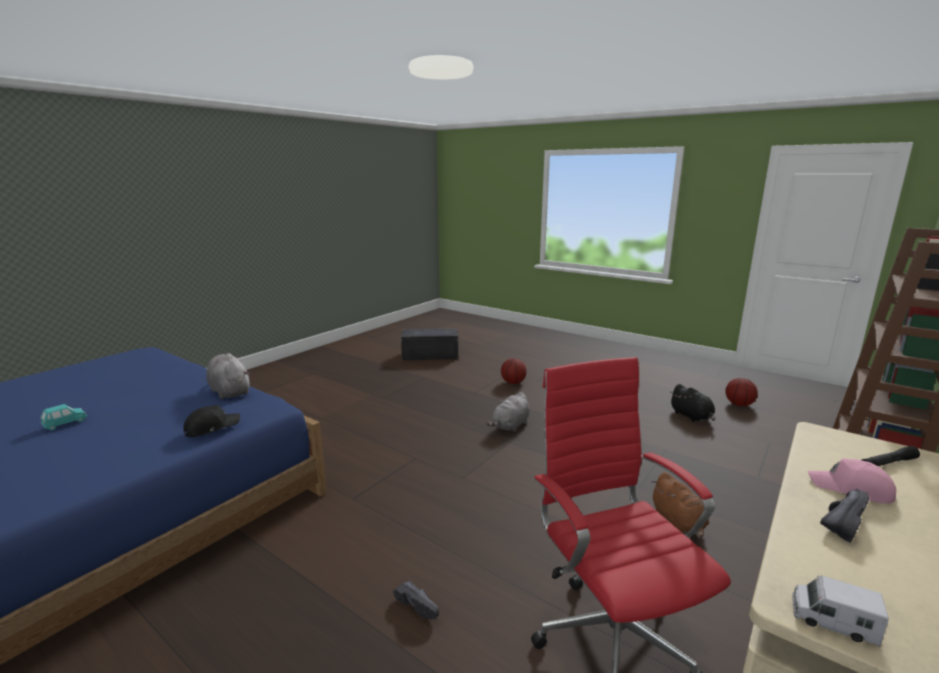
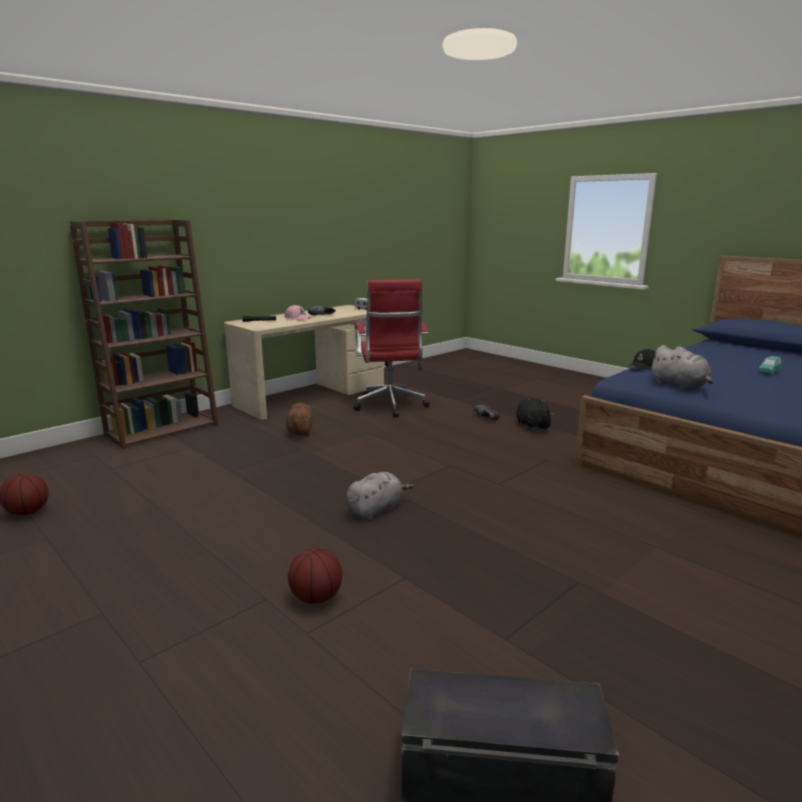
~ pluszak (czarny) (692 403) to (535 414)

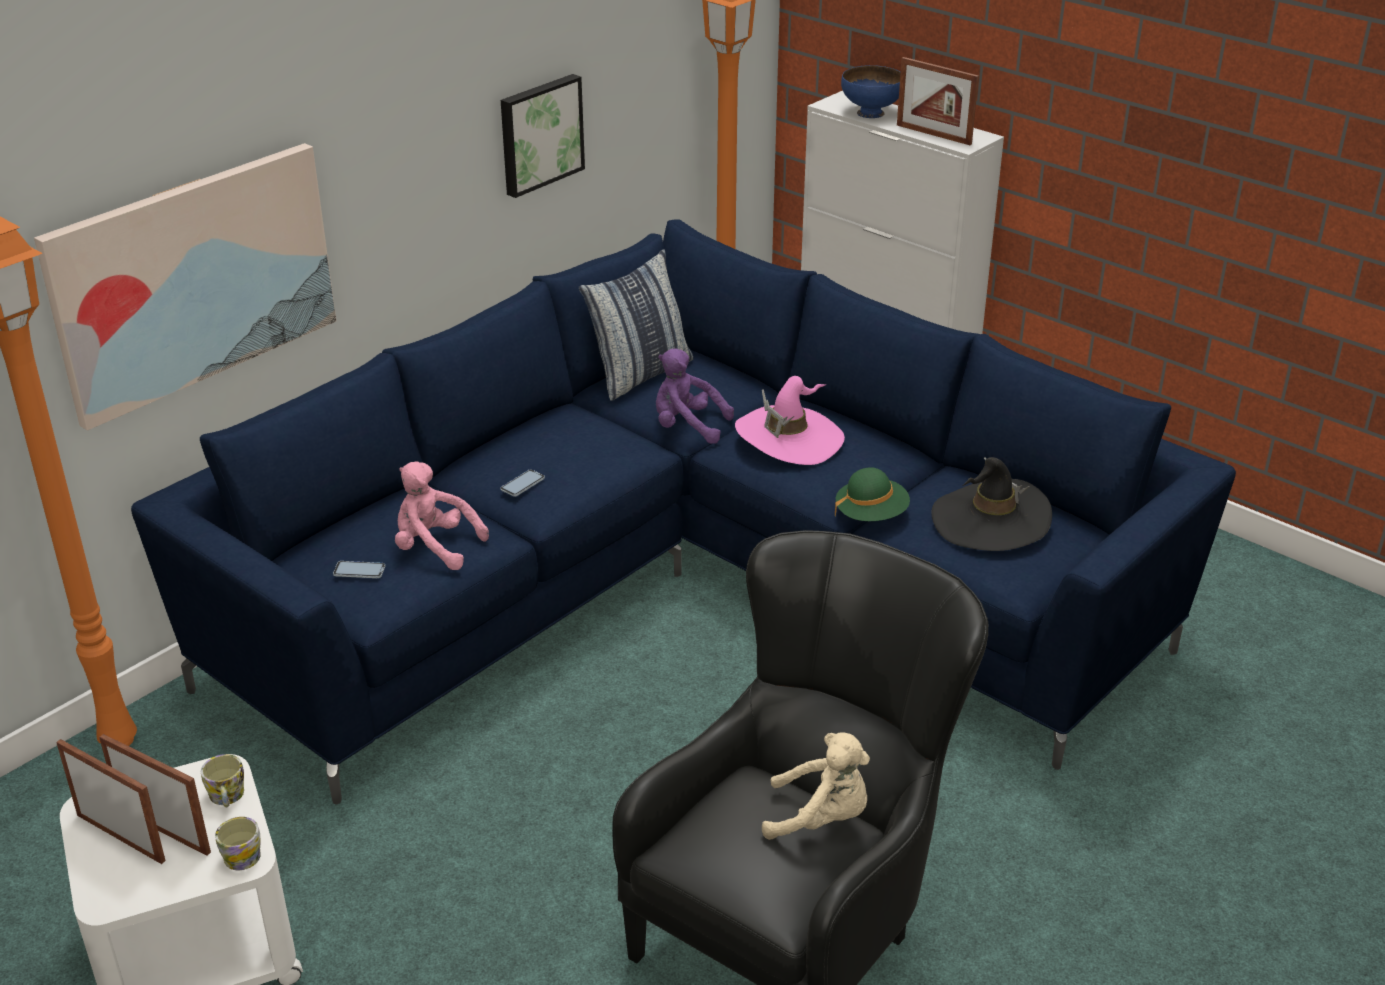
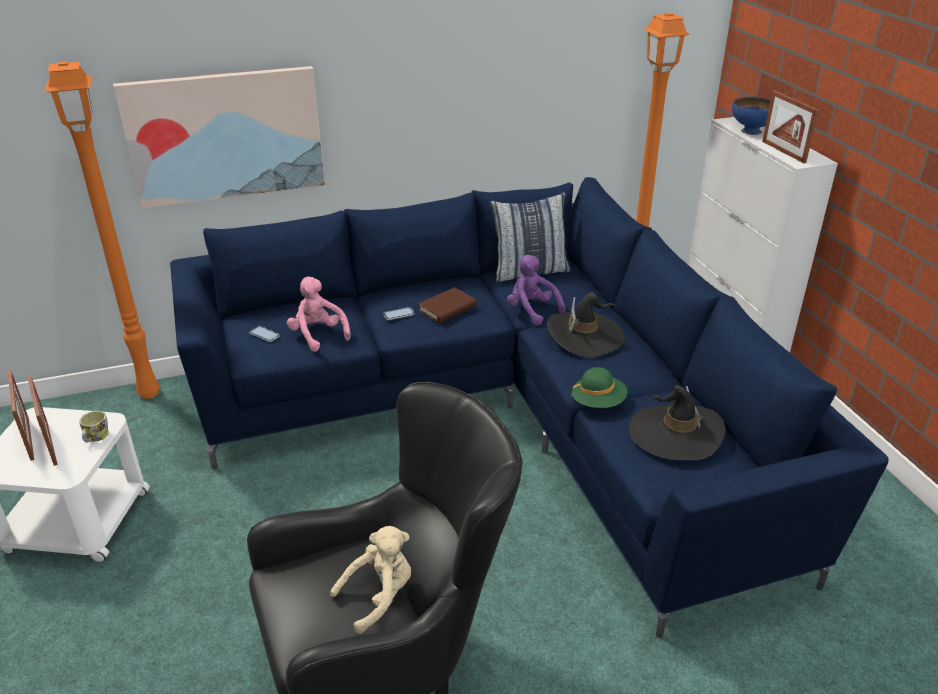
- kubek (238 843)
- obraz (543 136)
+ książka (brązowy) (447 305)
~ kapelusz (różowy) (790 420) to kapelusz (czarny) (586 325)
~ pluszak (beżowy) (816 786) = (370 580) 75 degrees counterclockwise

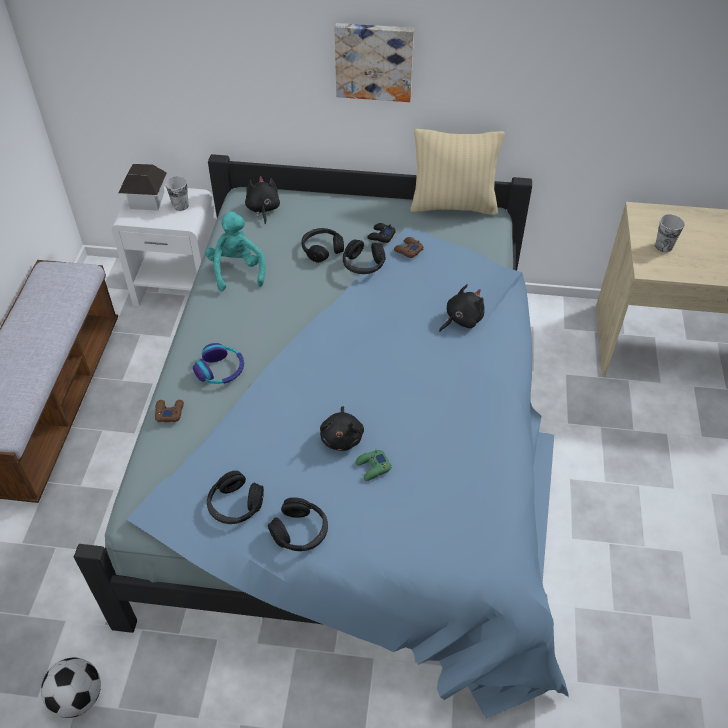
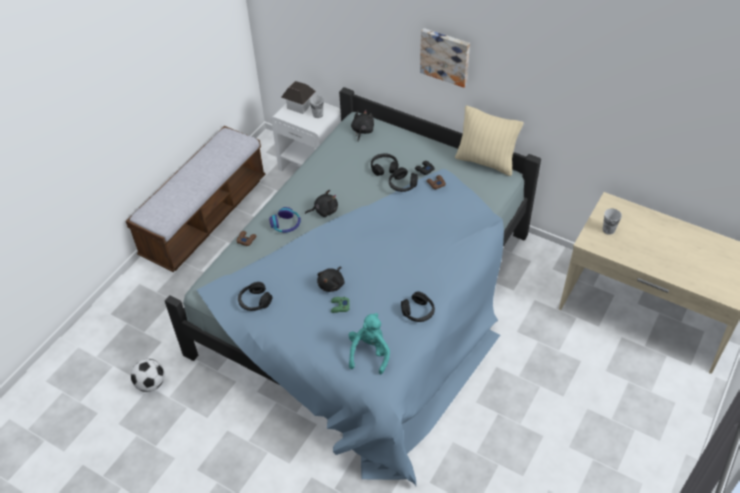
~ pluszak (turkusowy) (235 251) to (369 343)
~ słuchawki (czarny) (298 524) to (418 306)
~ pluszak (czarny) (462 308) to (321 203)

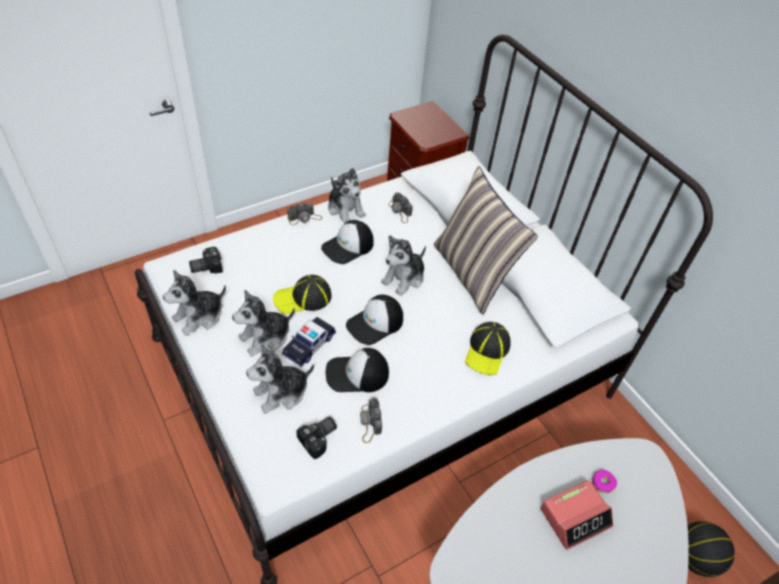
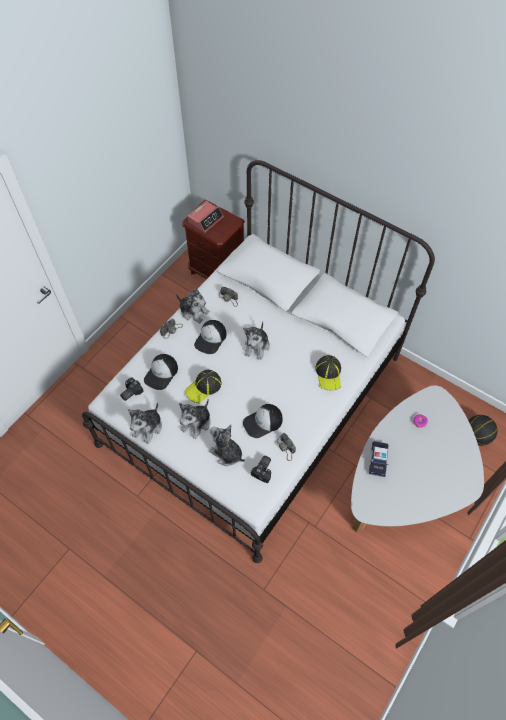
- poduszka (486 240)
~ samochodzik (309 342) to (378 459)
~ czapka z daszkiem (374 319) to (161 372)
~ budzik (576 515) to (206 217)
~ pluszak (280 379) = (227 445) 90 degrees clockwise

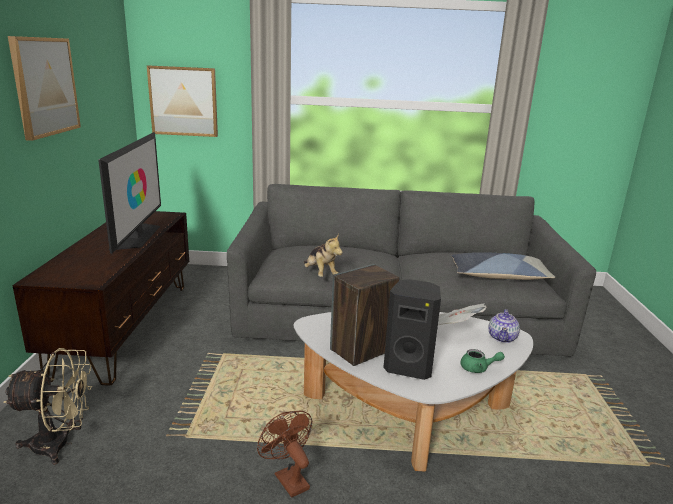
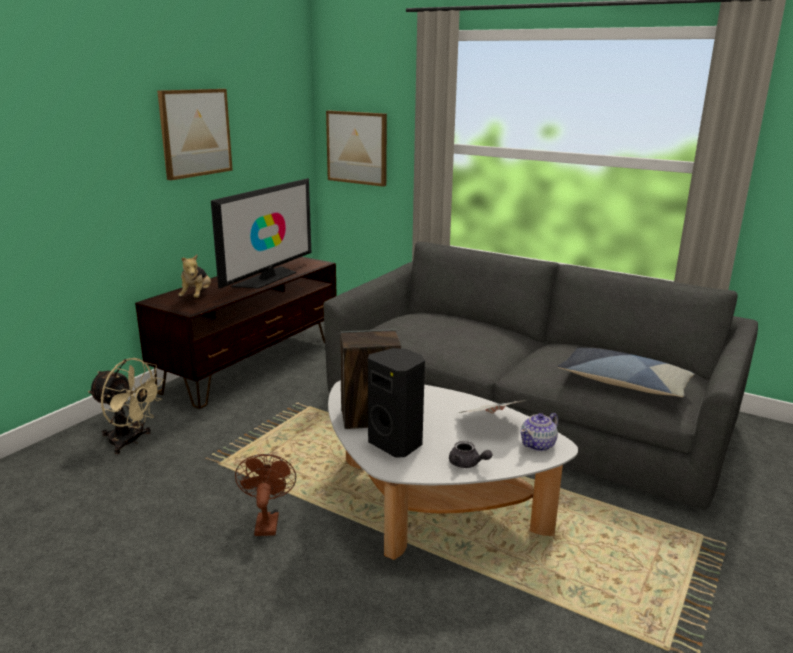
~ pluszak (323 255) to (194 276)
~ imbryk (zielony) (482 361) to imbryk (szary) (470 454)

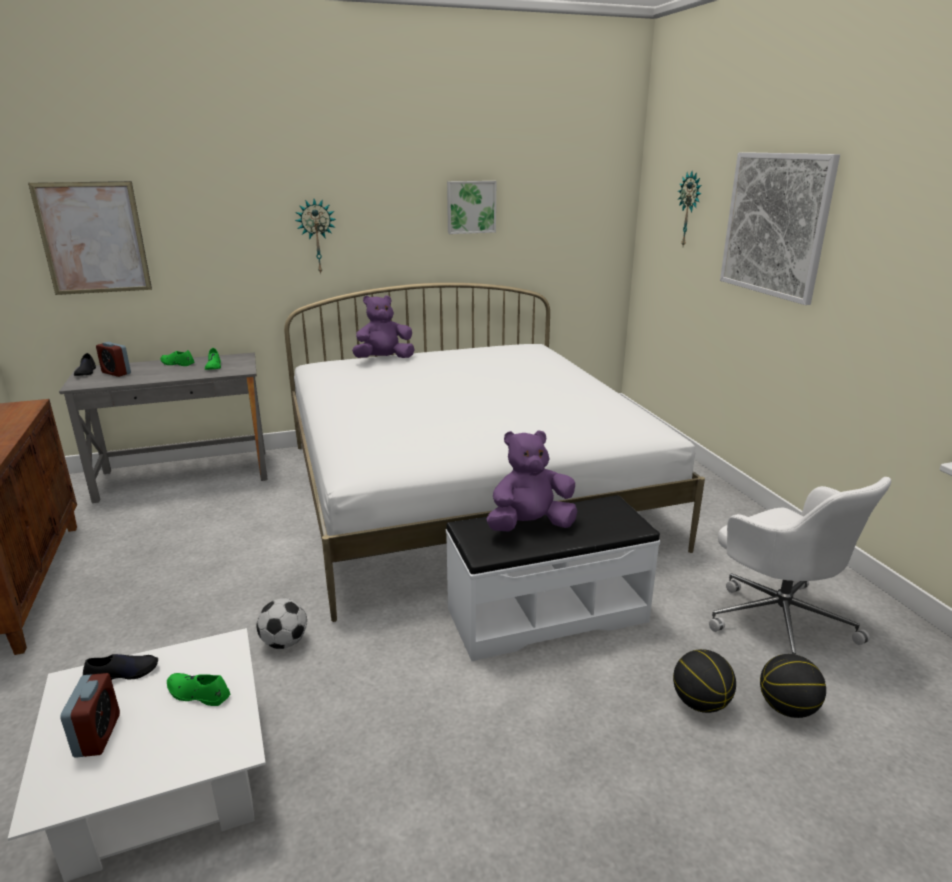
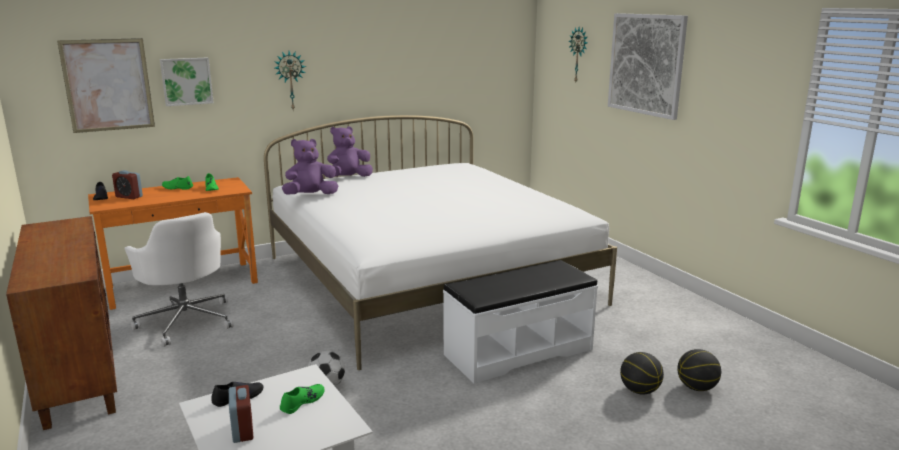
~ obraz (471 207) to (187 81)
~ pluszak (fioletowy) (532 481) to (310 167)
~ krzesło biurowe (biały) (800 566) to (178 279)
~ biurko (szary) (163 427) to biurko (pomarańczowy) (173 243)
~ but (zielony) (198 689) = (302 399) 120 degrees clockwise

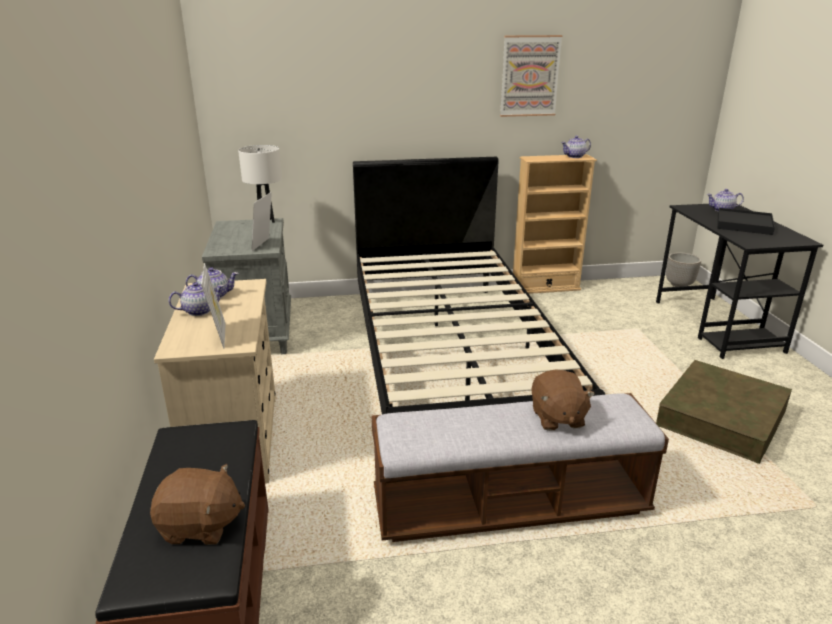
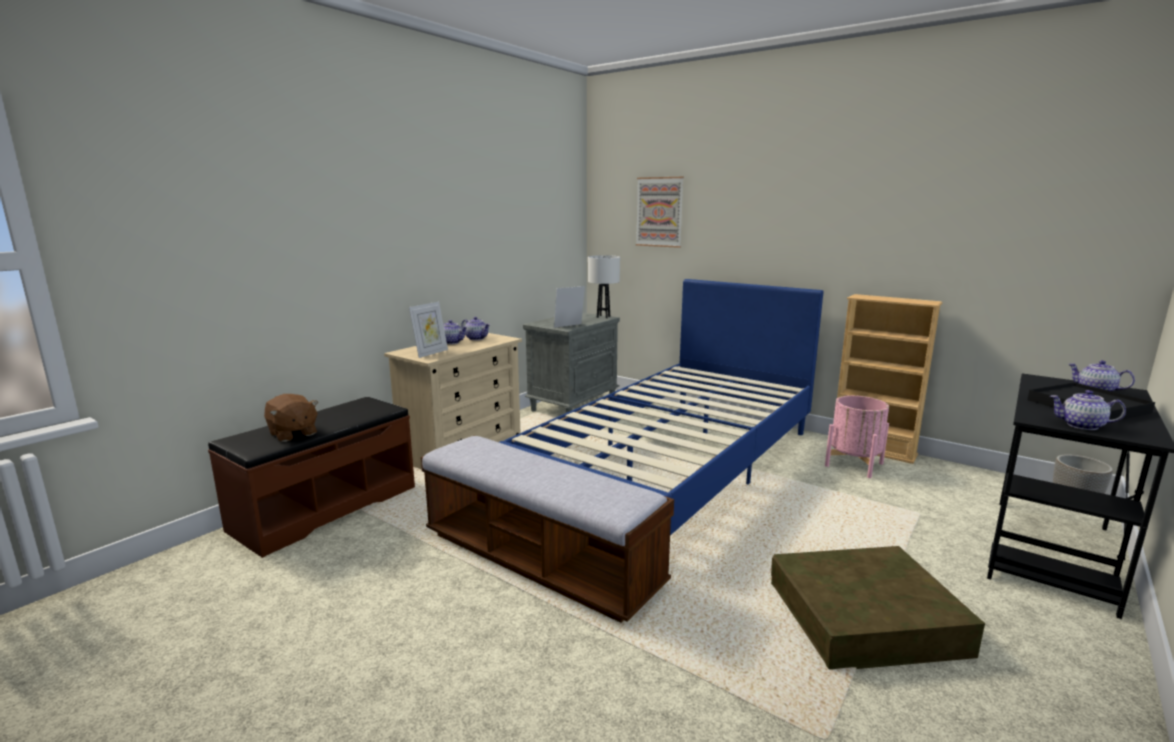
- pluszak (brązowy) (563 400)
+ donica (różowy) (857 436)
~ obraz (531 76) to (660 212)
~ imbryk (576 147) to (1088 410)
~ łóżko (czarny) (479 286) to łóżko (niebieski) (661 407)

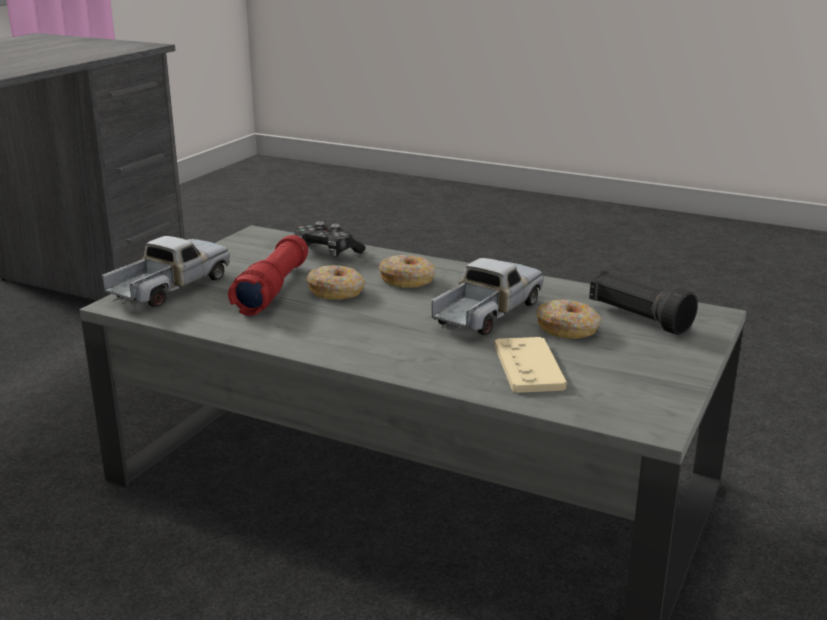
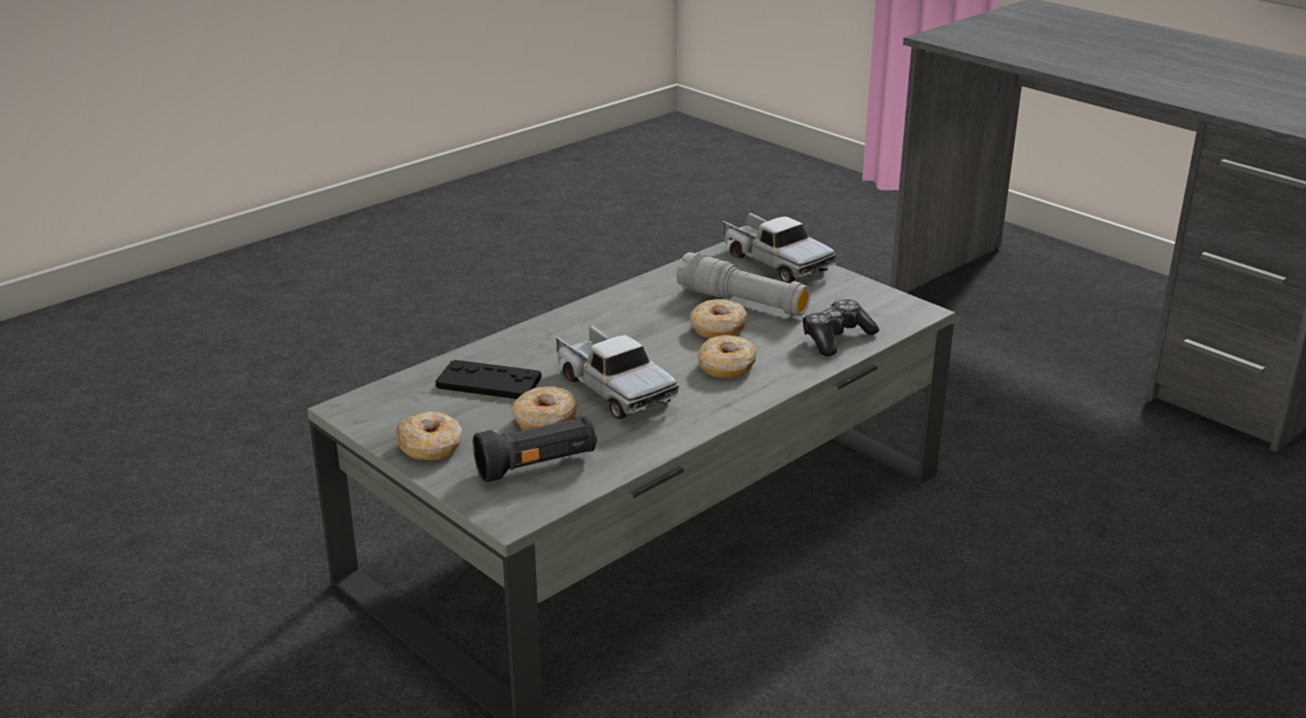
+ donut (429 435)
~ latarka (czerwony) (268 275) to latarka (szary) (743 284)
~ pad do gier (beżowy) (531 365) to pad do gier (czarny) (488 379)

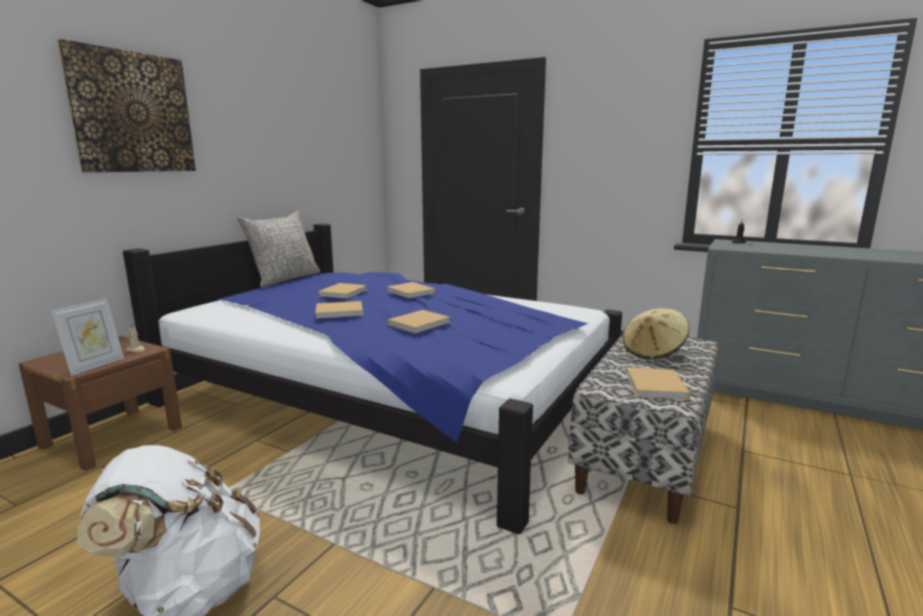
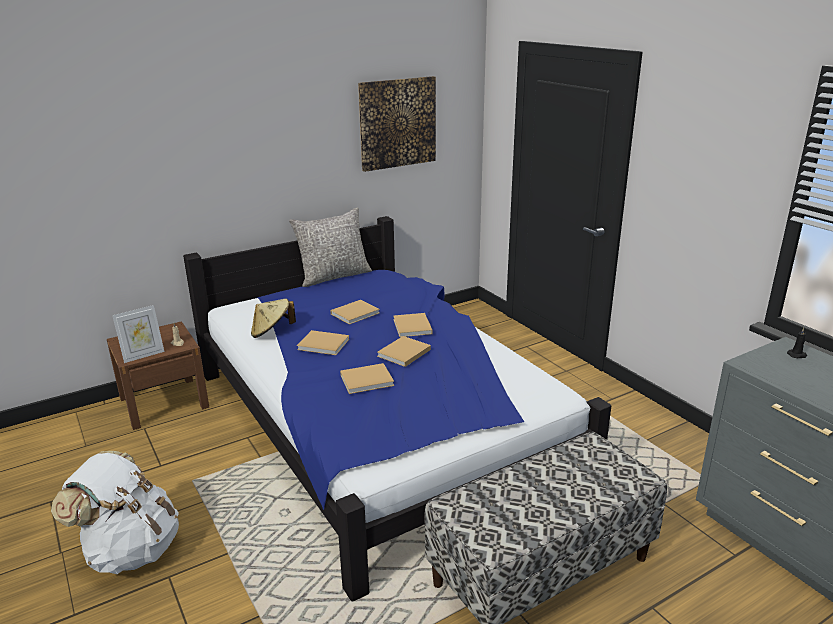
~ obraz (127 105) to (397 124)
~ kapelusz (beżowy) (656 334) to (273 318)
~ książka (beżowy) (658 383) to (404 351)

